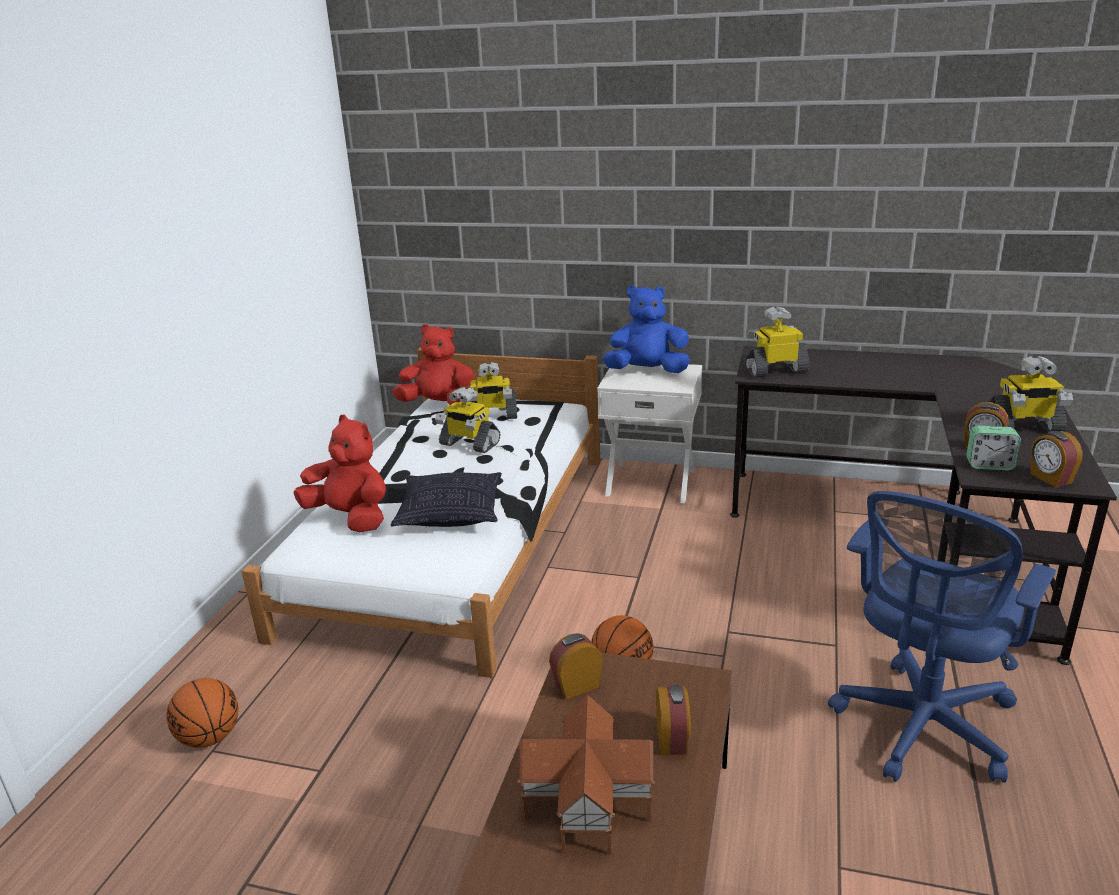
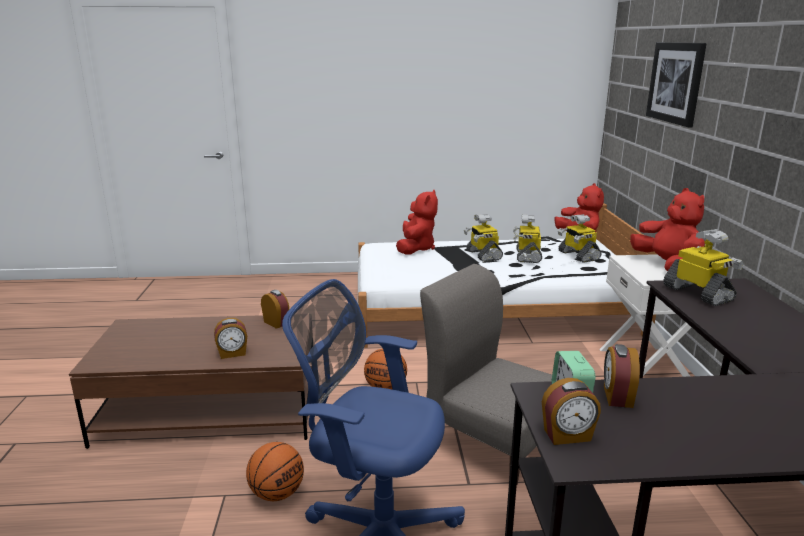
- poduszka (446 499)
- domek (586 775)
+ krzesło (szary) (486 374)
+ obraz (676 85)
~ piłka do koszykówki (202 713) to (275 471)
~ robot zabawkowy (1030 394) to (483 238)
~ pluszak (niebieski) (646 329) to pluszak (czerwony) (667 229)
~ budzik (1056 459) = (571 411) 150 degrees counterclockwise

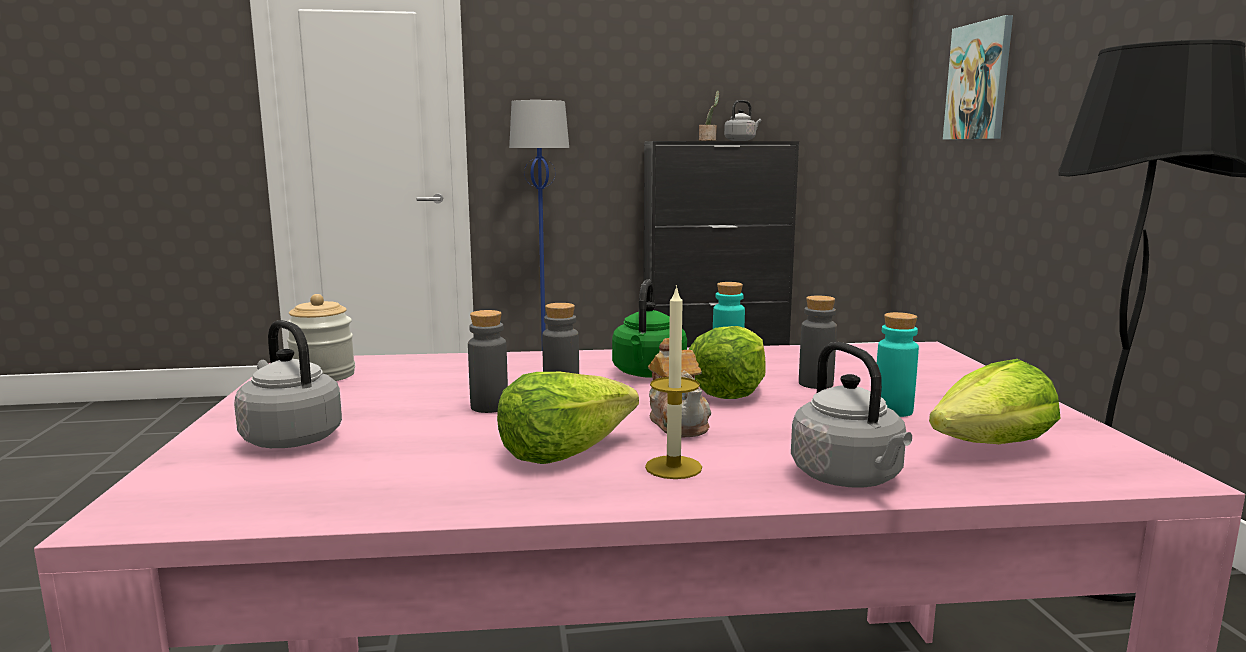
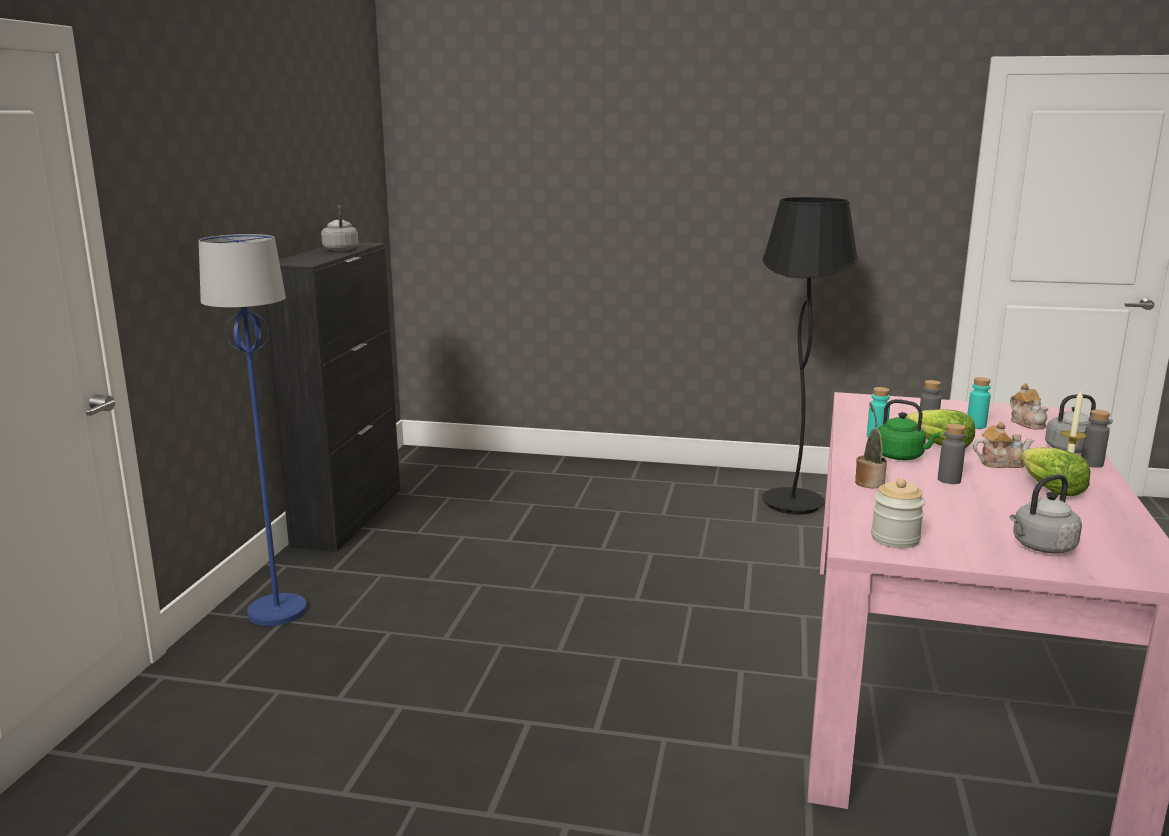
- obraz (978 77)
~ butelka (szary) (488 361) to (1095 439)
~ roślina doniczkowa (709 115) to (871 445)
~ sałata (995 401) to imbryk (1029 406)

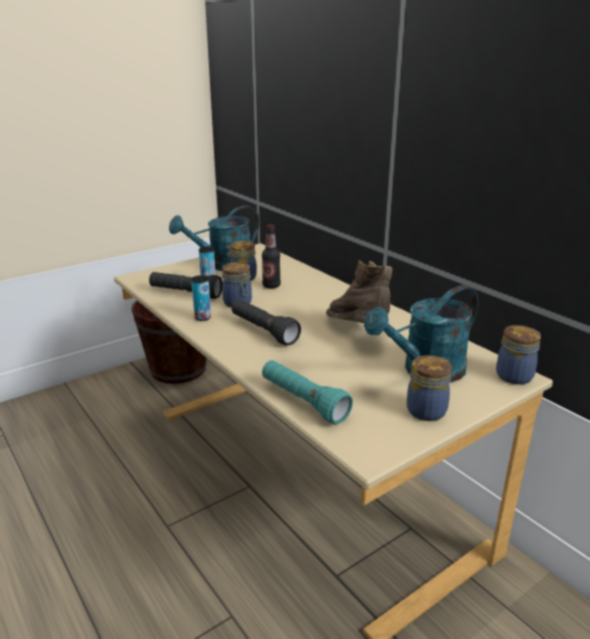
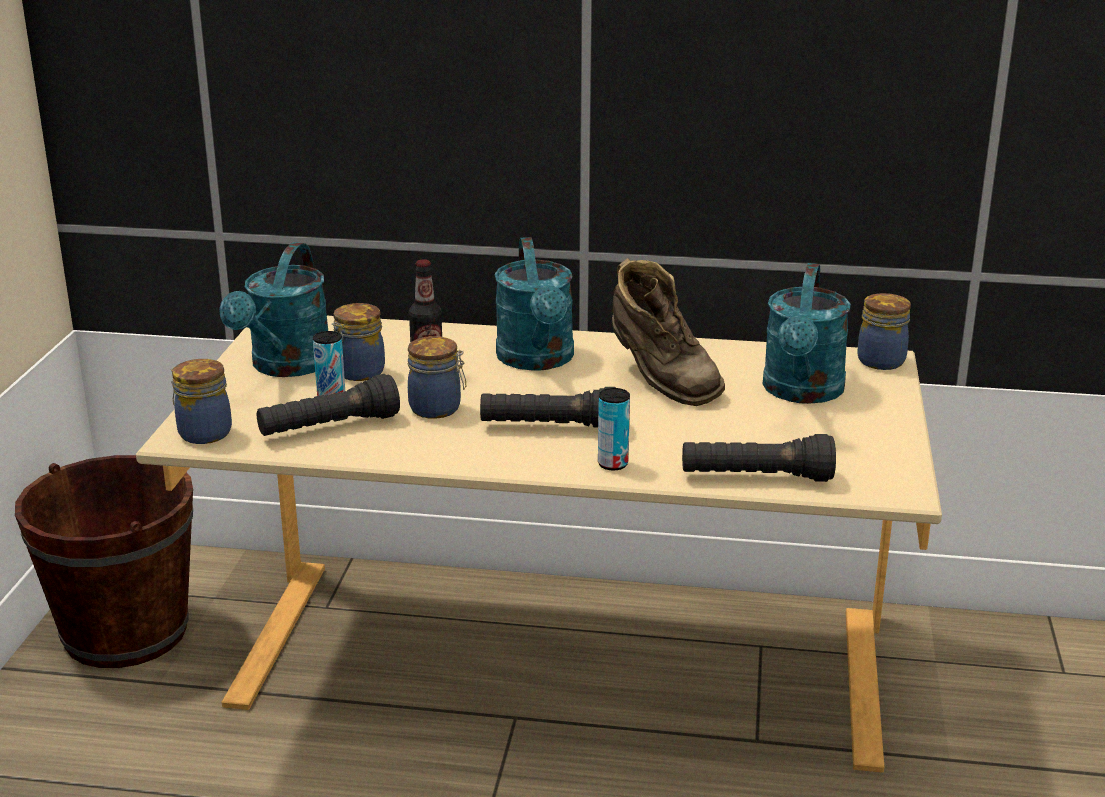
+ konewka (turkusowy) (534 304)
~ puszka (201 298) to (614 429)
~ słoik (429 388) to (201 401)
~ latarka (turkusowy) (307 392) to latarka (czarny) (759 458)
~ but z cholewką (brązowy) (359 291) = (668 332) 150 degrees counterclockwise

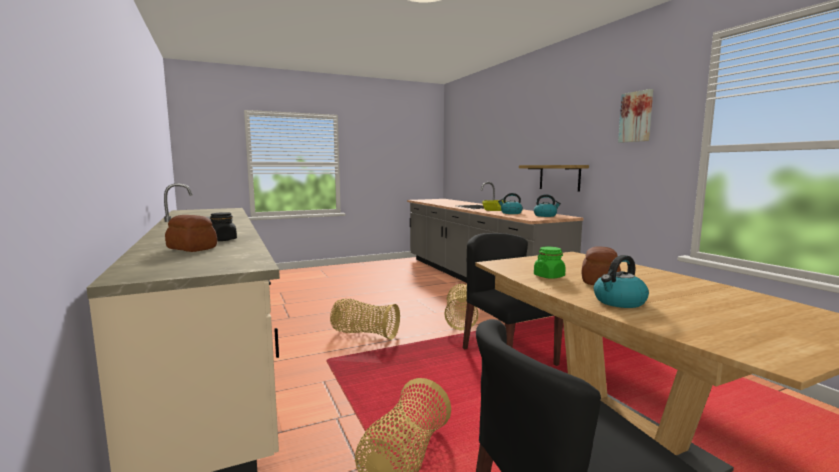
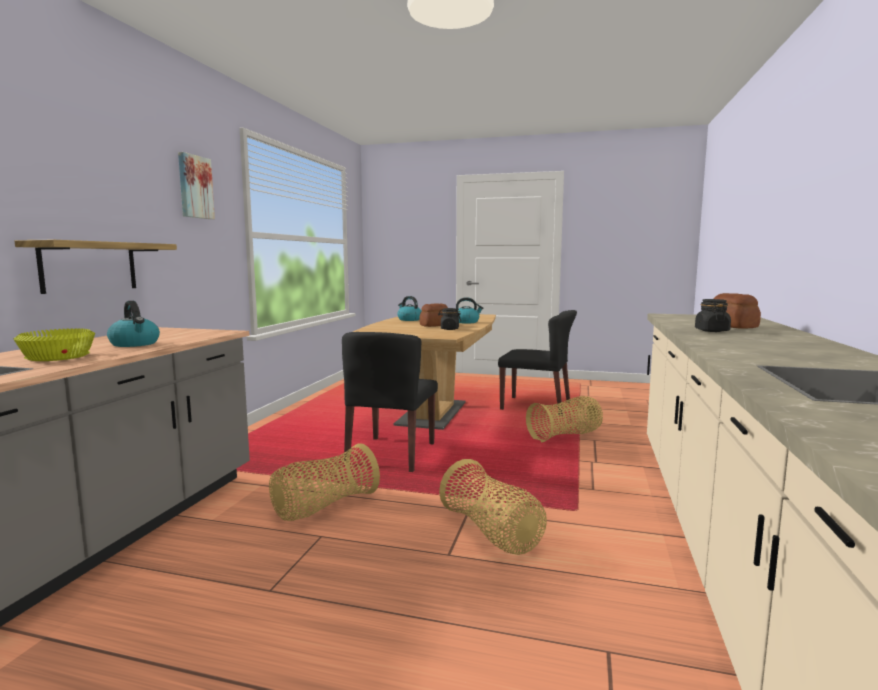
~ czajnik (547 205) to (409 308)
~ słoik (zielony) (550 263) to słoik (czarny) (449 319)

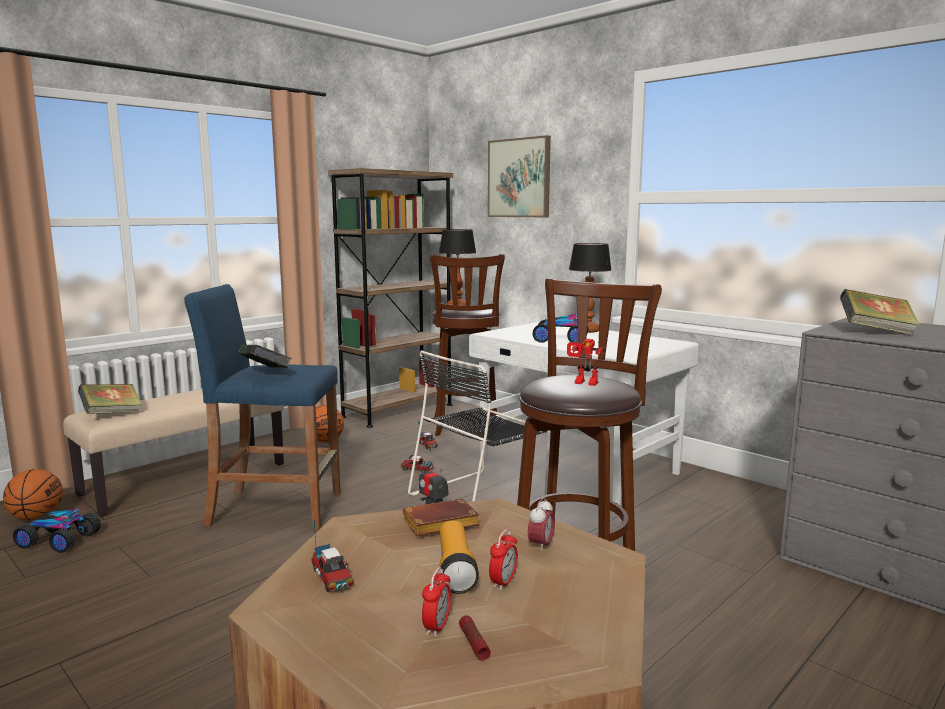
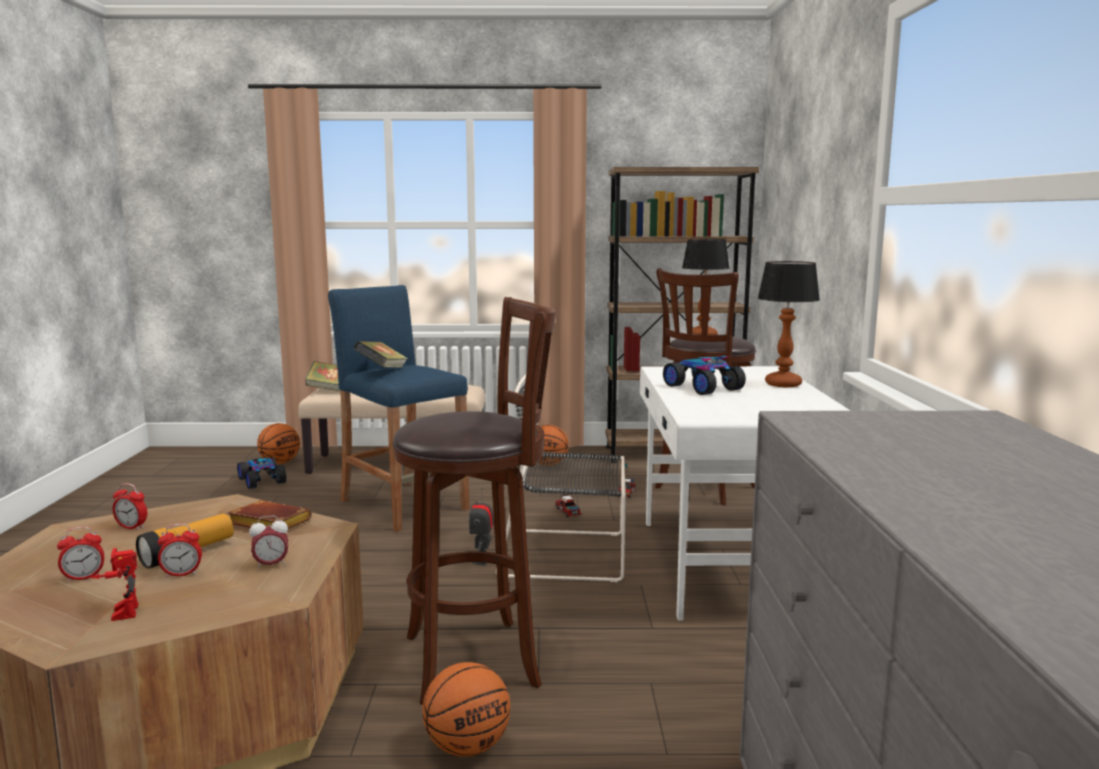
- latarka (475 638)
- obraz (519 176)
- książka (880 312)
+ piłka do koszykówki (466 709)
~ robot zabawkowy (586 362) to (114 584)
~ ciężarówka zabawkowa (332 555) to budzik (129 506)

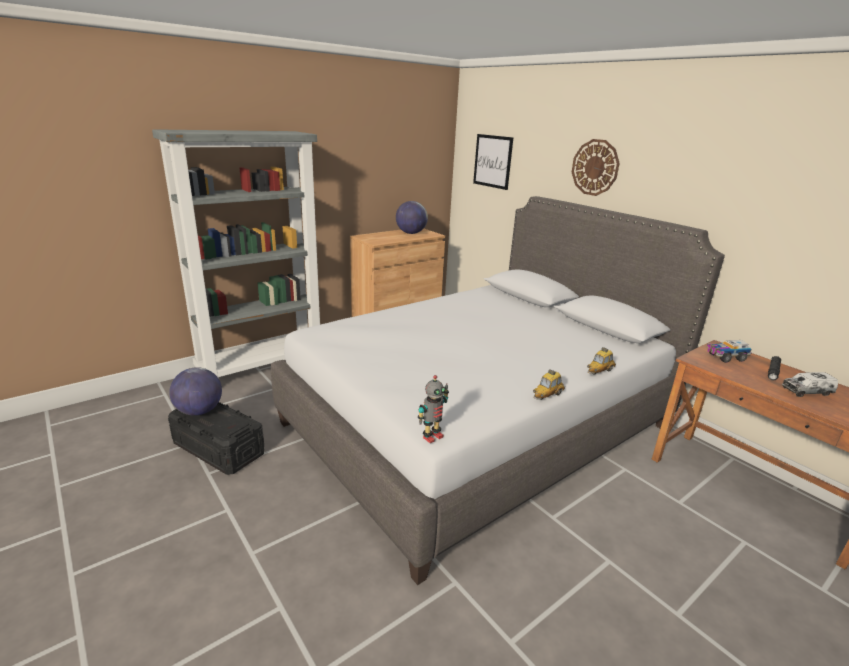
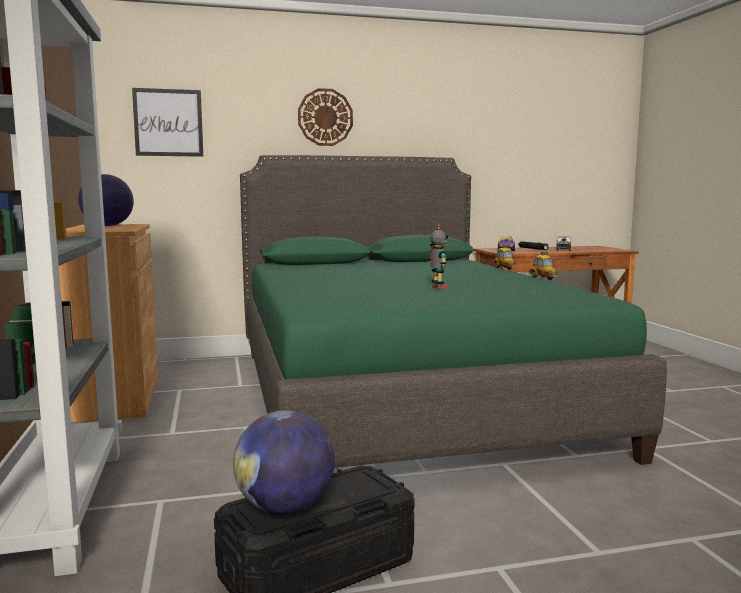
~ robot zabawkowy (433 409) to (438 256)
~ łóżko (szary) (498 390) to łóżko (zielony) (453 311)

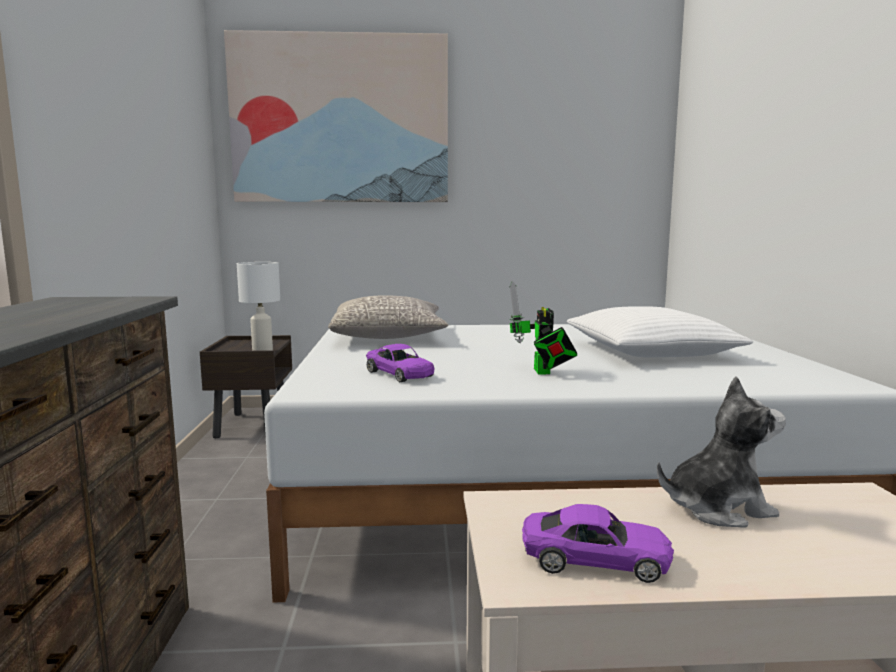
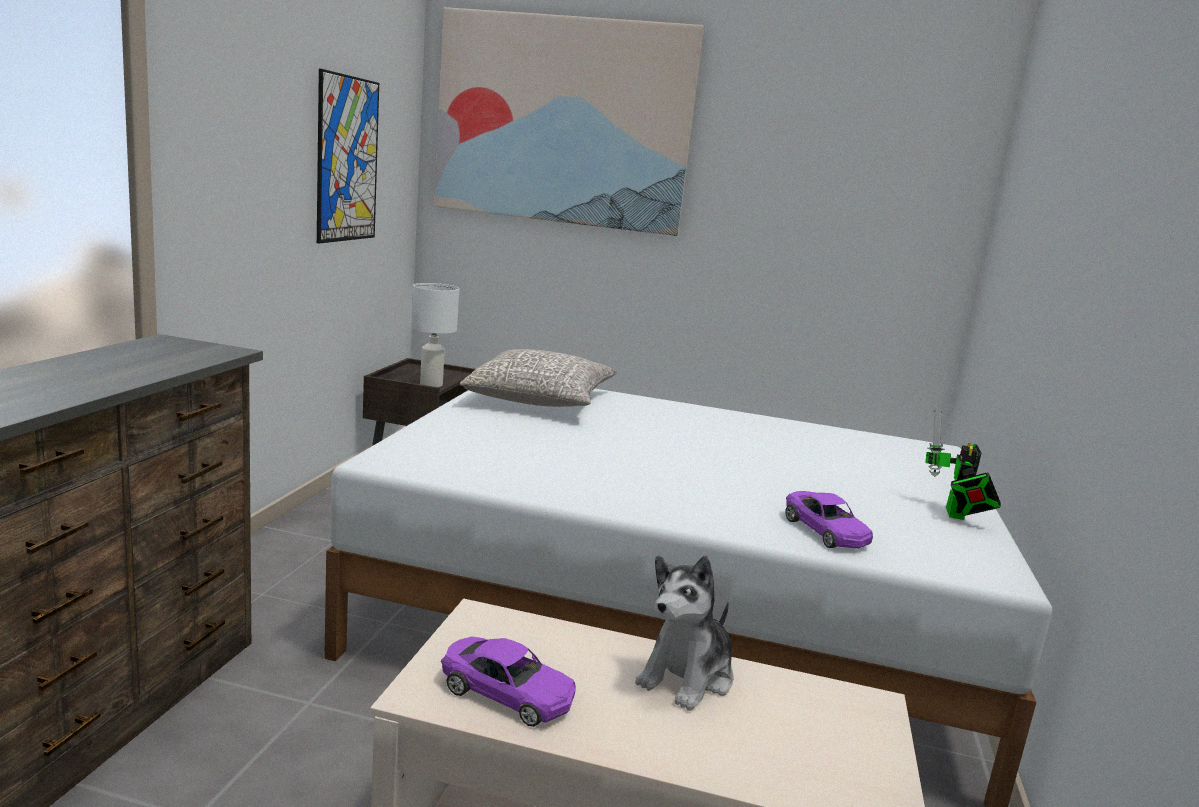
- poduszka (biały) (660 331)
+ obraz (348 156)
~ samochodzik (fioletowy) (400 363) to (829 520)
~ robot zabawkowy (543 327) to (963 462)
~ pluszak (721 452) = (684 633) 120 degrees clockwise

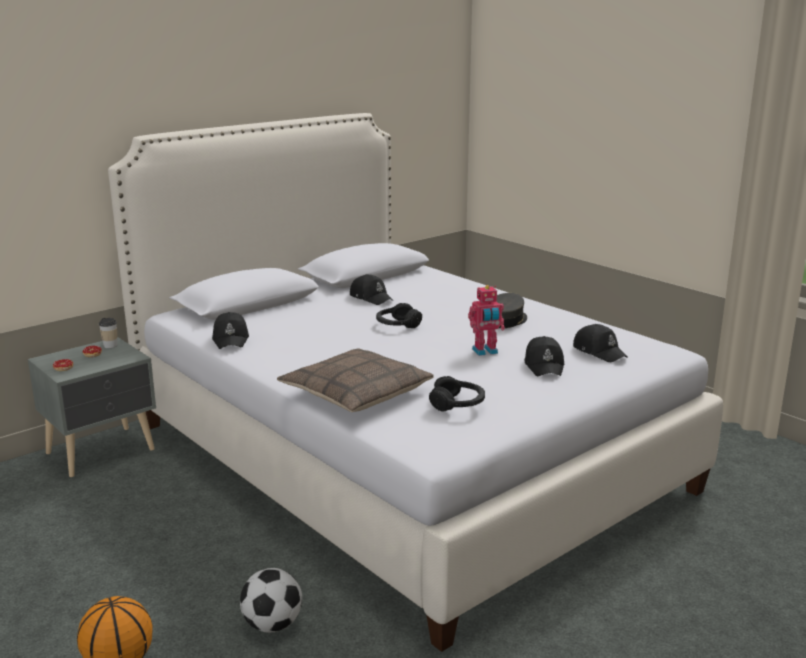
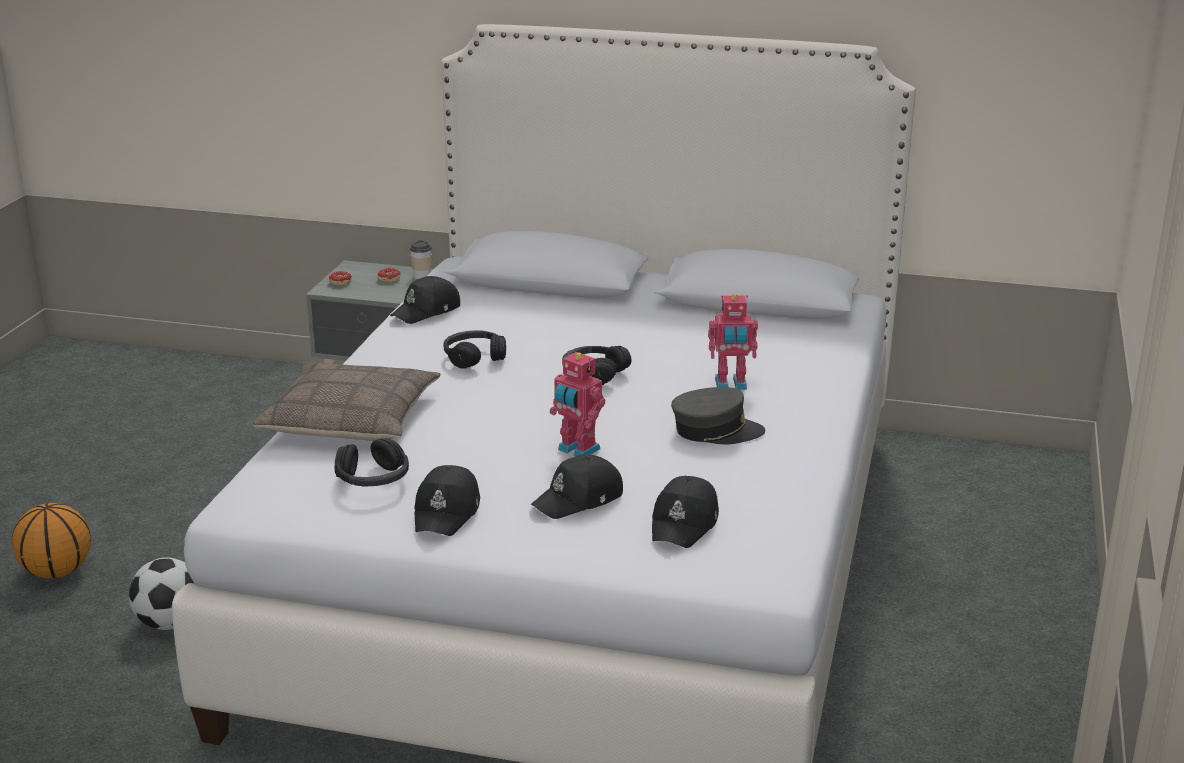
+ słuchawki (czarny) (474 349)
+ robot zabawkowy (733 342)
~ czapka z daszkiem (czarny) (371 289) to (447 500)

